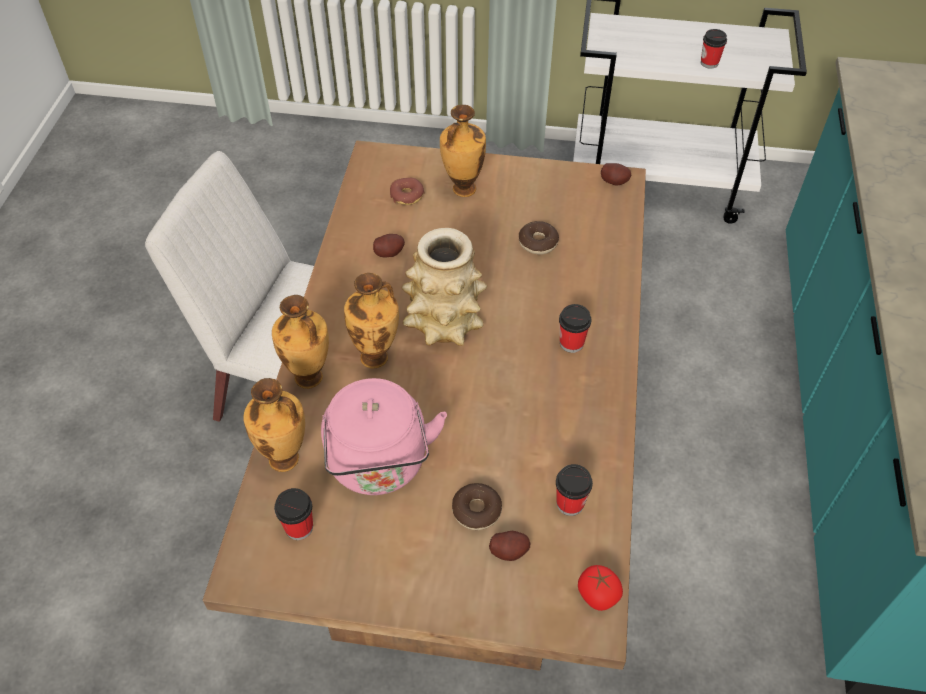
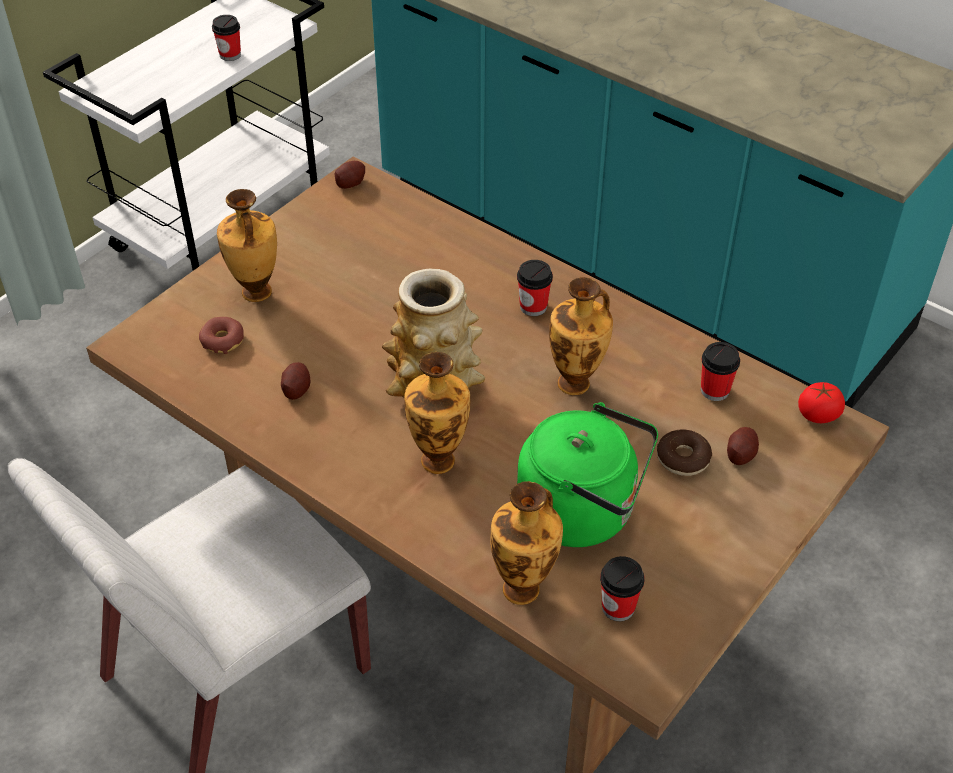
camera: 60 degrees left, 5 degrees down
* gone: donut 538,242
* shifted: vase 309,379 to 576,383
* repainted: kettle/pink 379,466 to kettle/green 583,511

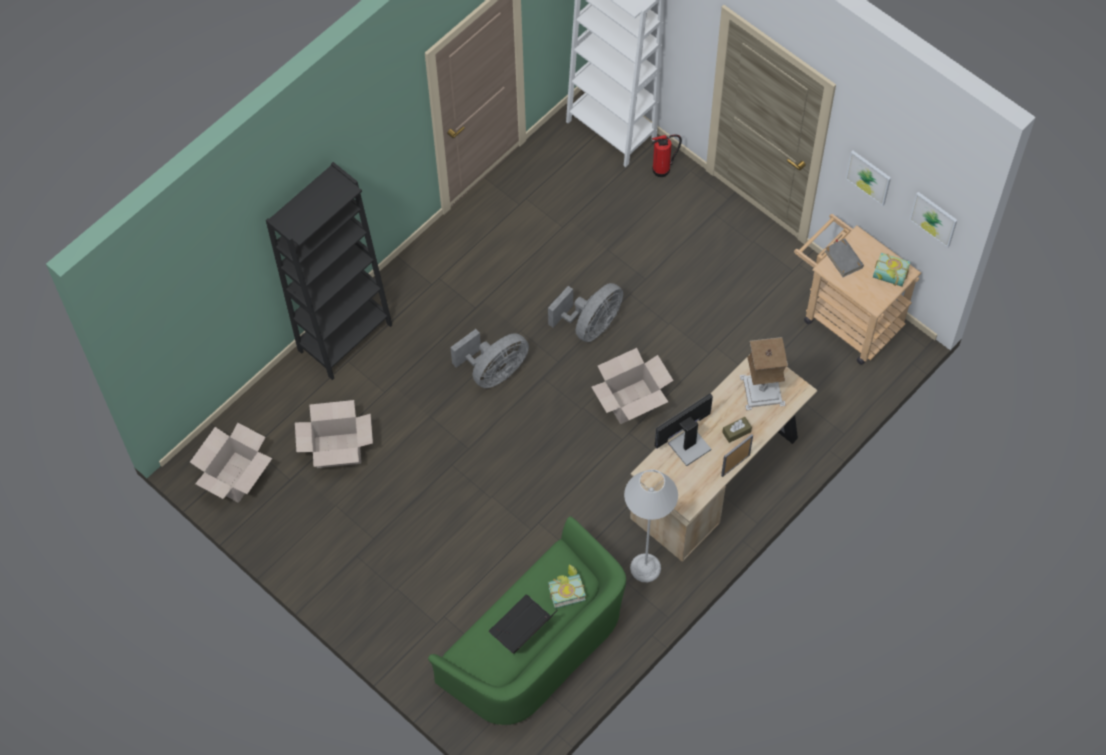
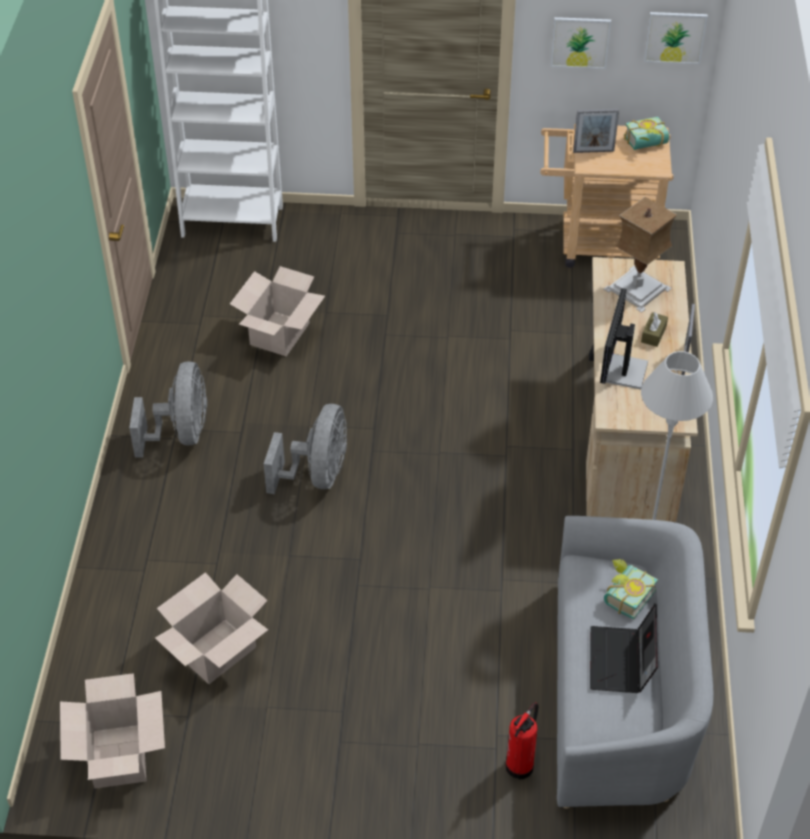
camera: 40 degrees left, 15 degrees down
* gone: bookcase/black 345,337
* shifted: fan/grey 590,325 to 181,434
* shifted: cardboard box 631,401 to 279,333
* shifted: fire extinguisher 663,169 to 521,764
* swapped: book/grey 843,259 to picture frame 593,151
* repainted: sofa/green 536,645 to sofa/grey 621,694

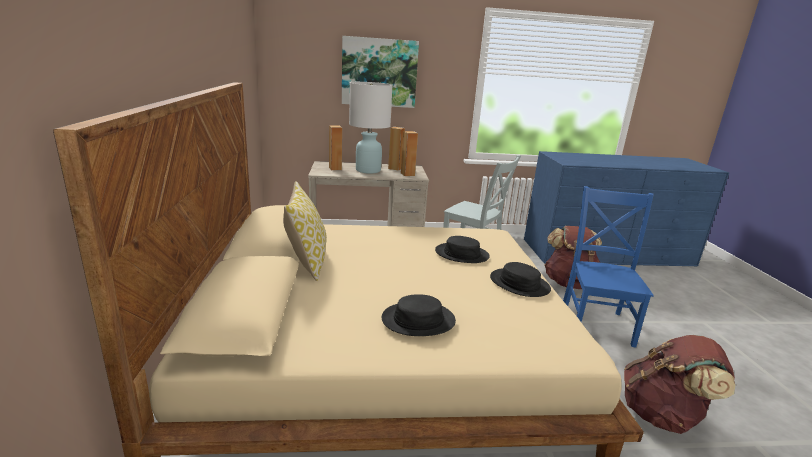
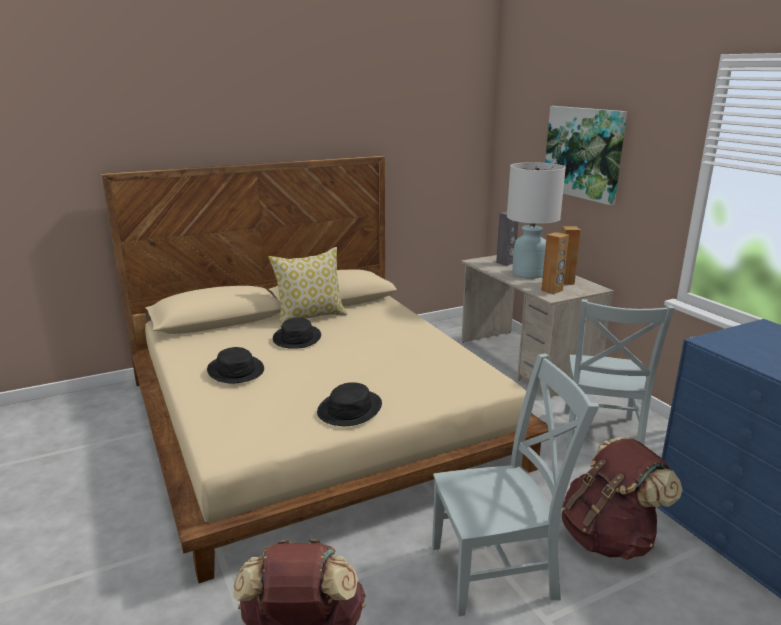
camera: 70 degrees right, 0 degrees up
* shifted: hat/black 461,254 to 297,338
* repainted: speaker/brown 335,168 to speaker/grey 506,263
* repainted: chair/blue 596,322 to chair/grey 499,571

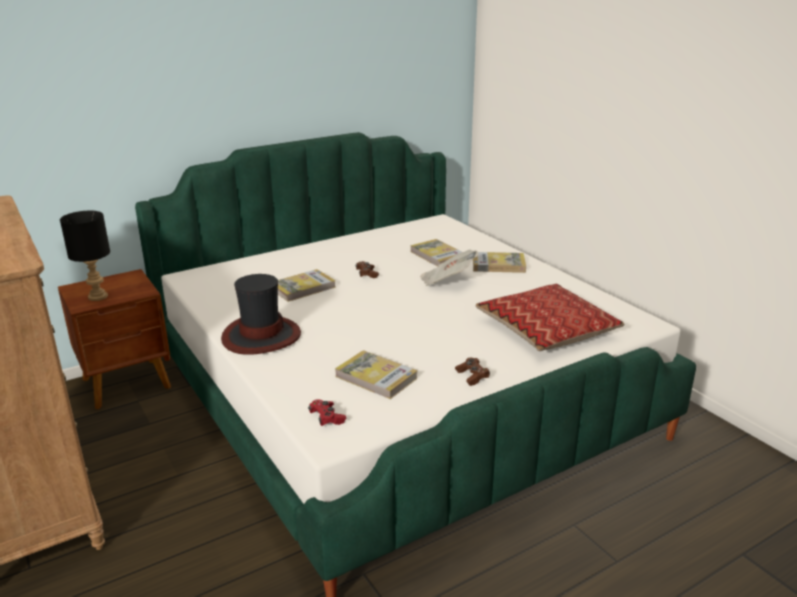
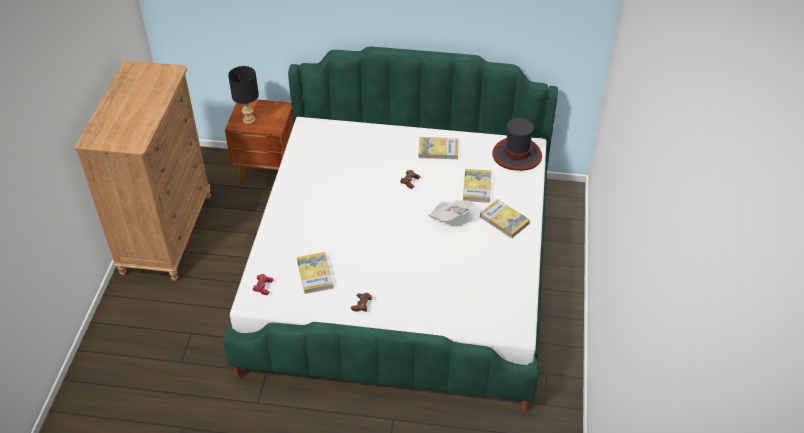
camera: 40 degrees right, 20 degrees up
* gone: pillow 546,328
* shifted: hat 261,336 to 516,155
* shifted: book 303,288 to 438,150

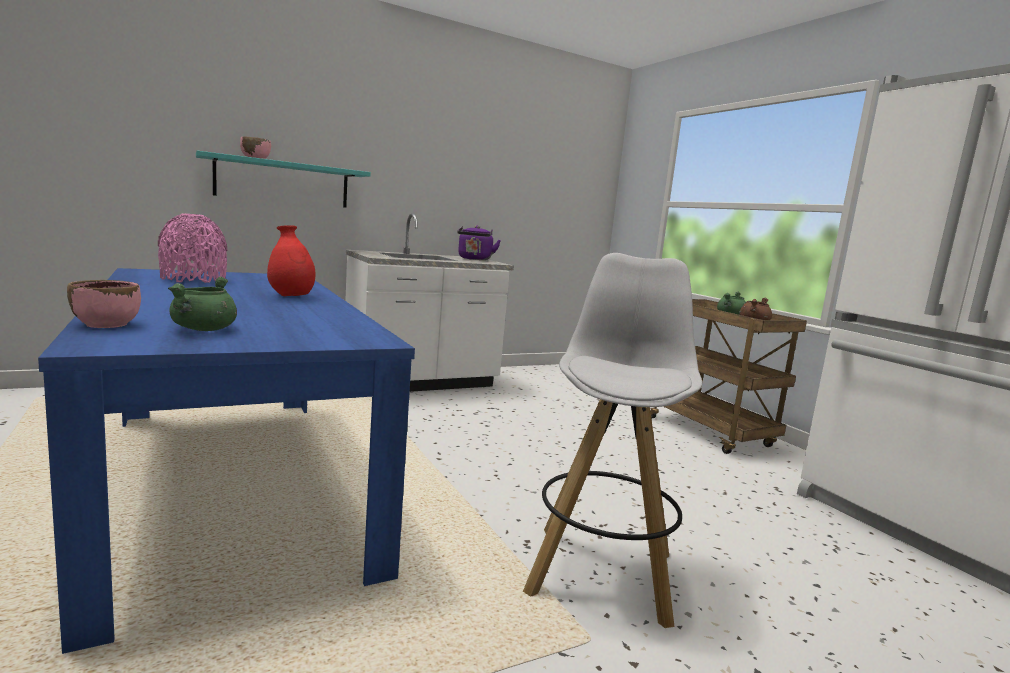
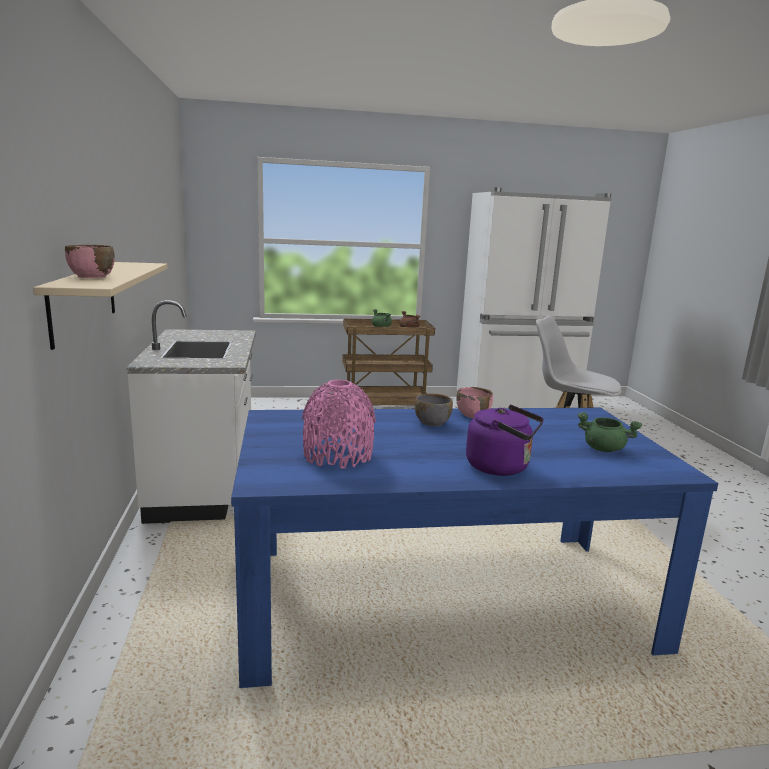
camera: 70 degrees left, 5 degrees up
* shifted: bowl/pink 107,324 to 473,414
* shifted: kettle/purple 474,259 to 501,467
* swapped: vase/red 291,297 to bowl/grey 432,422
* repainted: shelf/turquoise 283,182 to shelf/beige 84,300

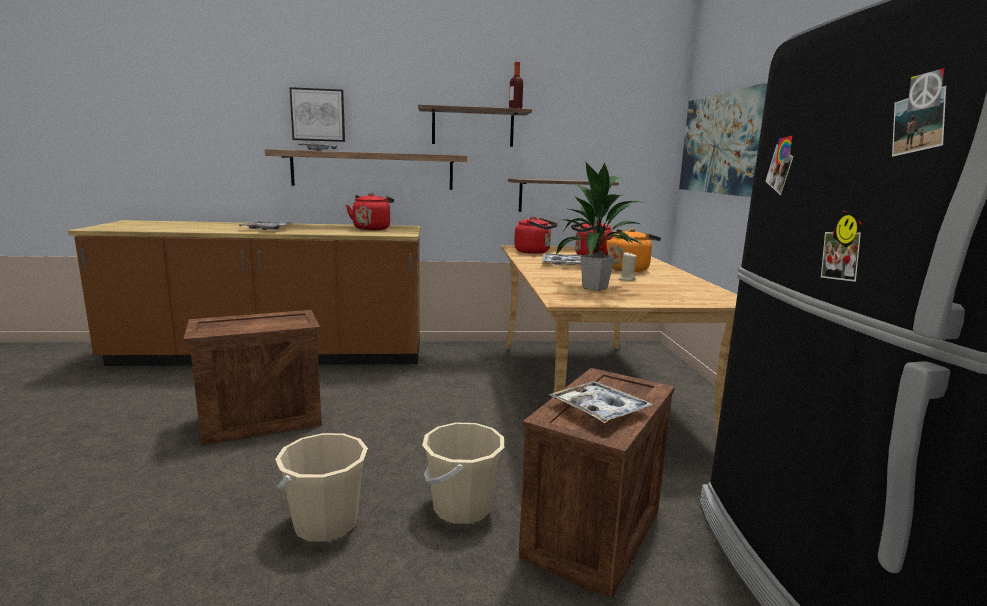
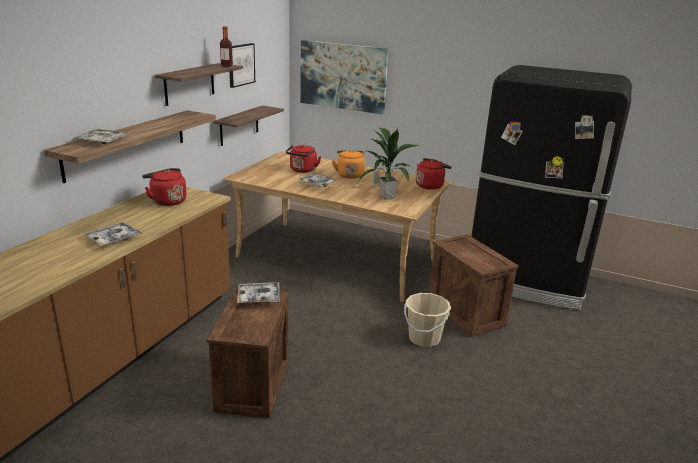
camera: 60 degrees left, 10 degrees up
* gone: bucket/beige 326,523
* shifted: picture 318,115 to 240,65
* shifted: kettle/red 534,252 to 430,186
* shifted: tray 599,410 to 259,297

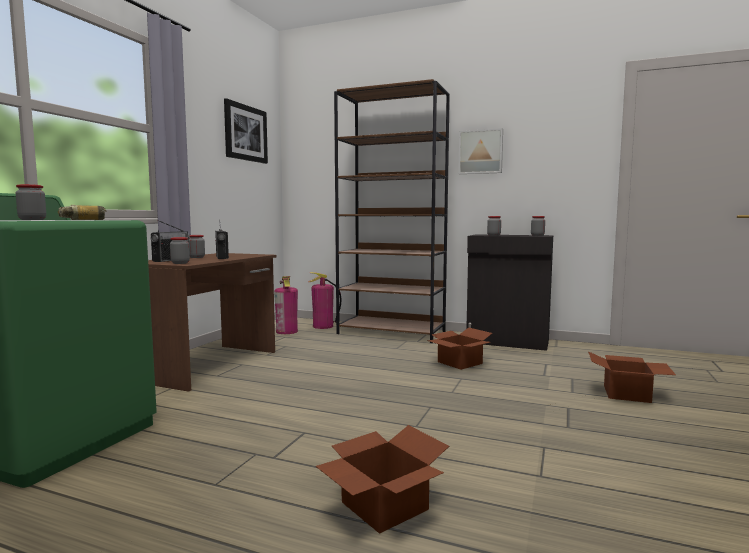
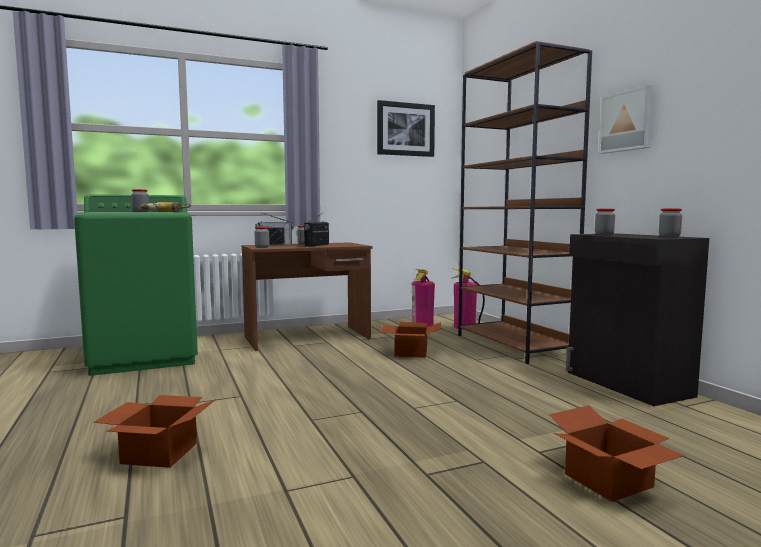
camera: 45 degrees right, 0 degrees up
* shifted: cardboard box 458,363 to 410,352

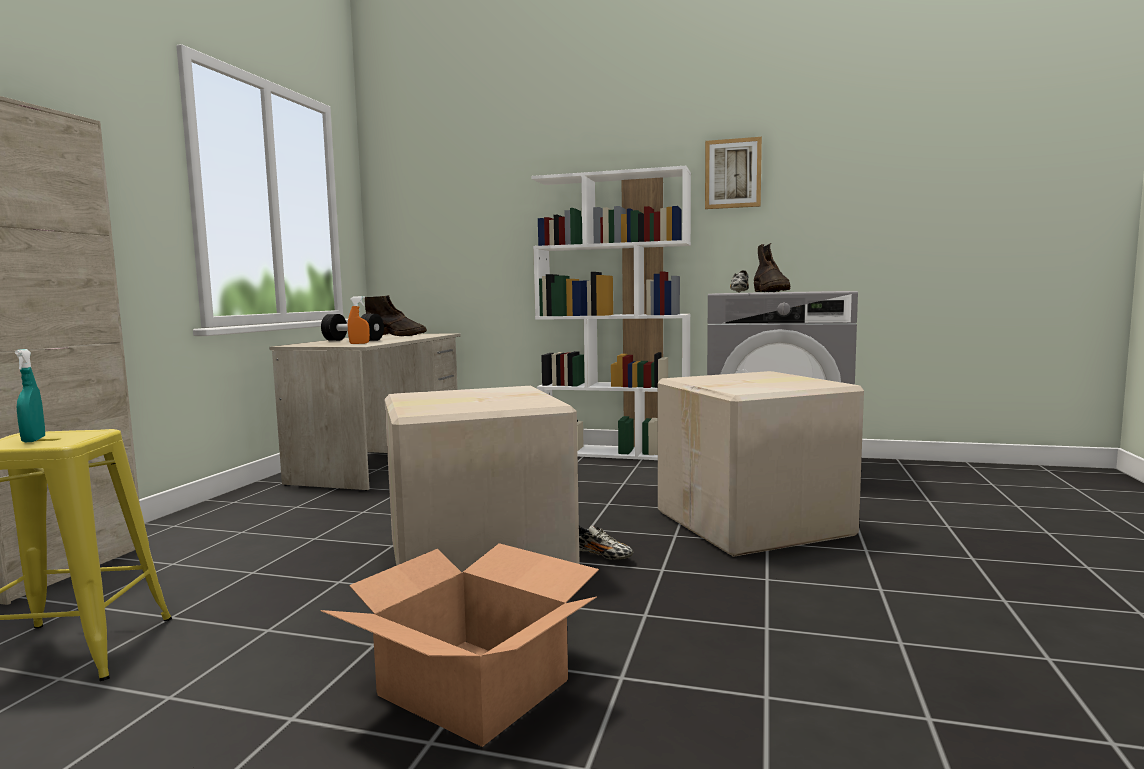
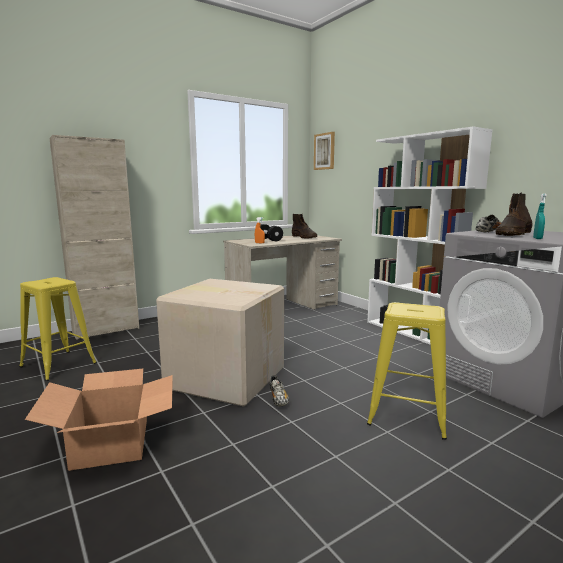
camera: 40 degrees right, 5 degrees up
* shifted: spray bottle/turquoise 33,440 to 537,238
* shifted: picture 733,174 to 324,151
* swapped: cardboard box 756,524 to stool/yellow 407,415

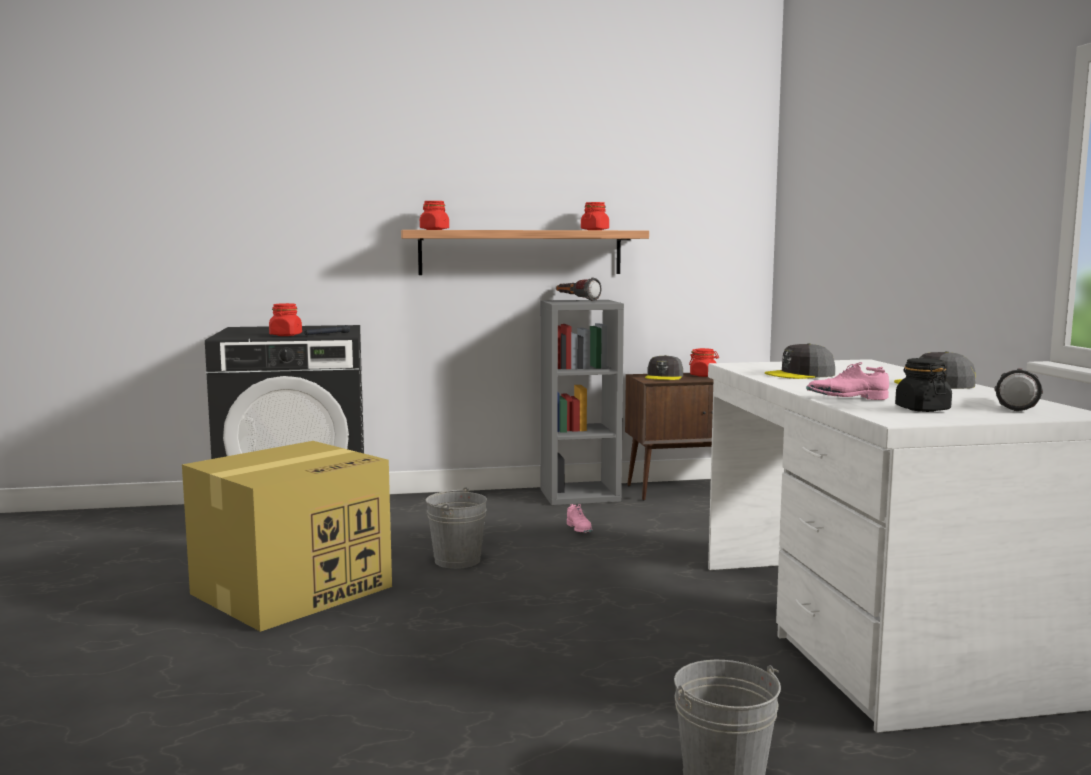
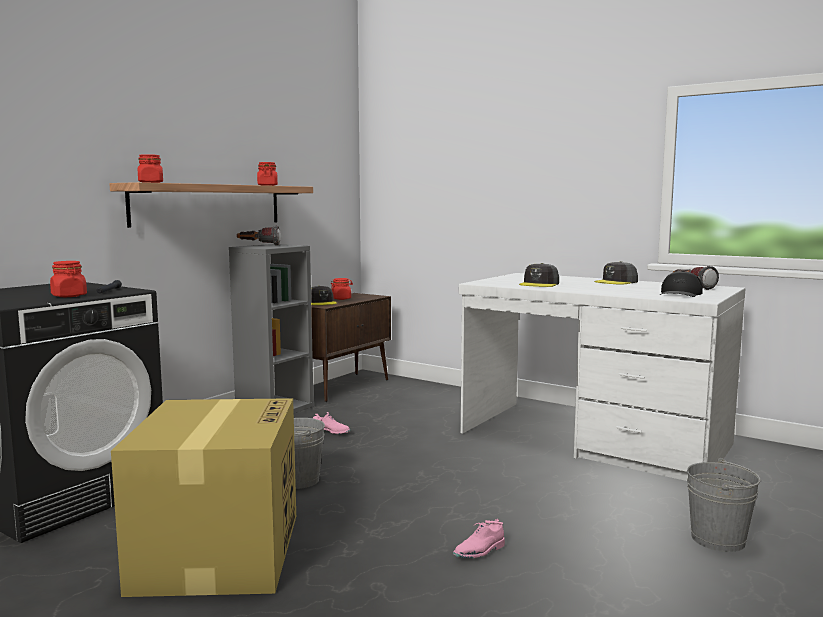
camera: 45 degrees left, 0 degrees up
* shifted: shoe/pink 847,398 to 479,552
* swapped: jar/black 922,409 to cap/black 680,294

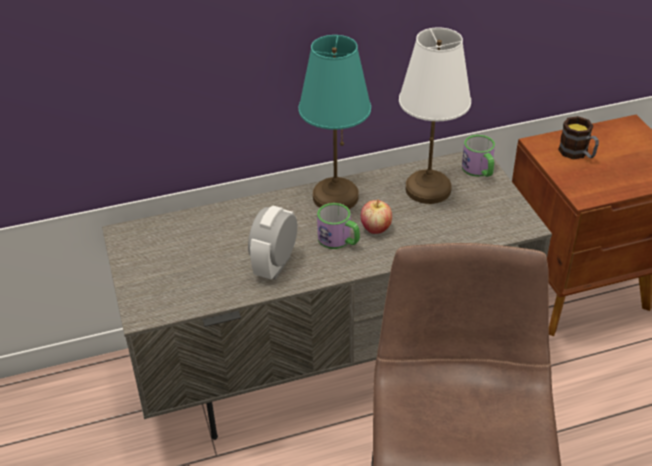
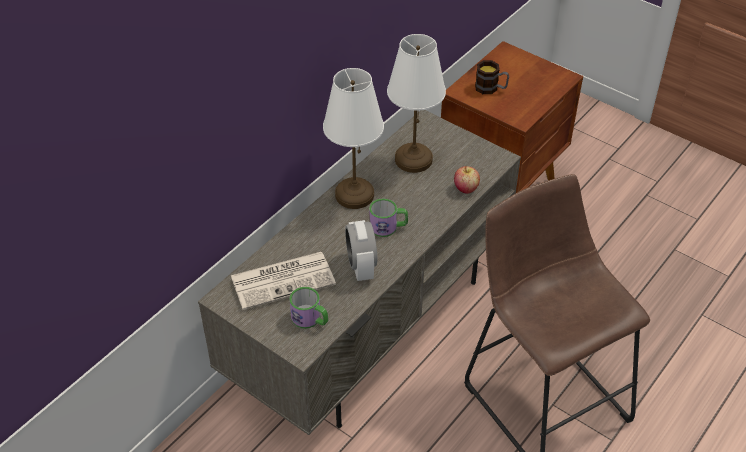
camera: 35 degrees left, 5 degrees up
* new: newspaper 284,279
* shifted: apple 376,228 to 466,188
* shifted: mug 479,170 to 310,319
* repainted: table lamp/turquoise 334,197 to table lamp/white 354,195

